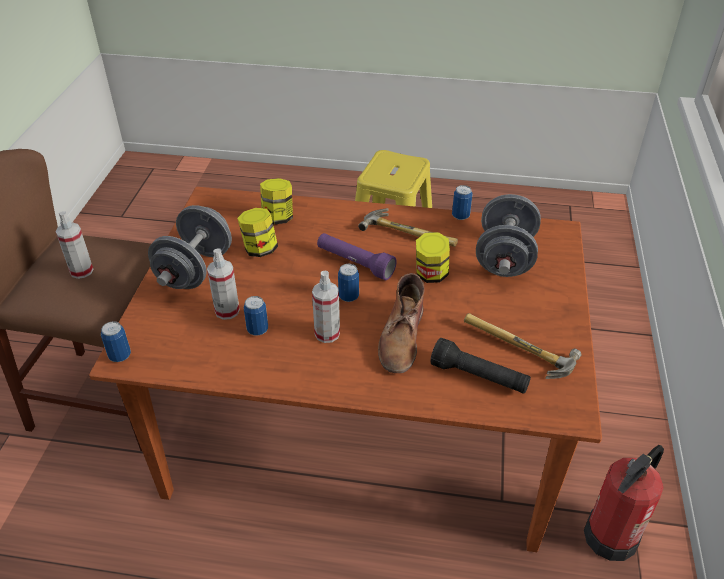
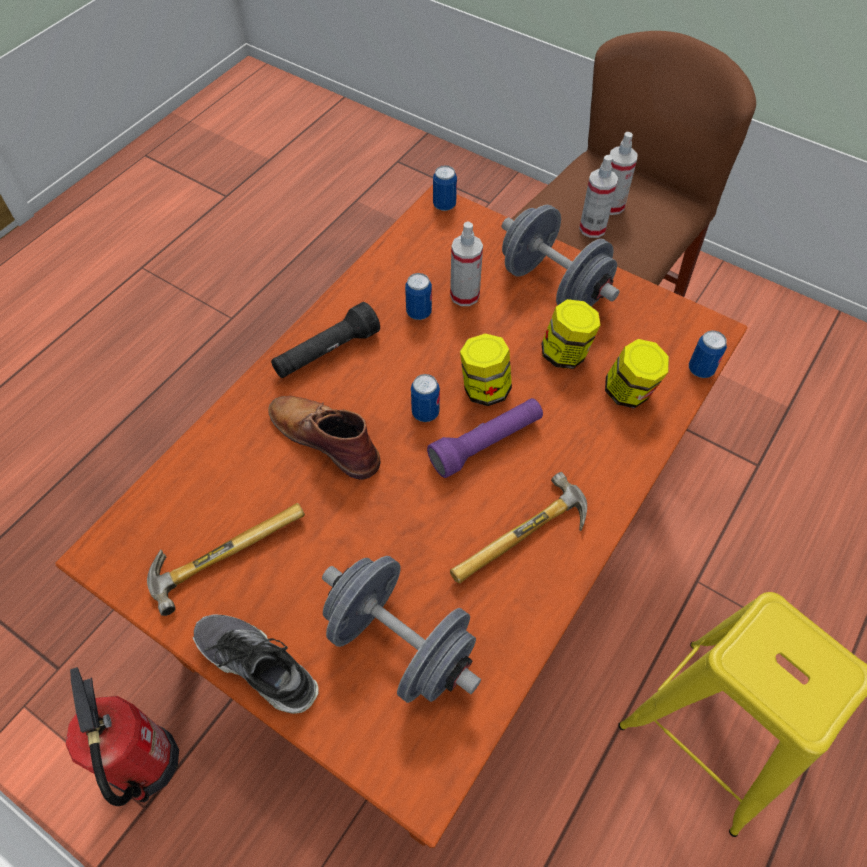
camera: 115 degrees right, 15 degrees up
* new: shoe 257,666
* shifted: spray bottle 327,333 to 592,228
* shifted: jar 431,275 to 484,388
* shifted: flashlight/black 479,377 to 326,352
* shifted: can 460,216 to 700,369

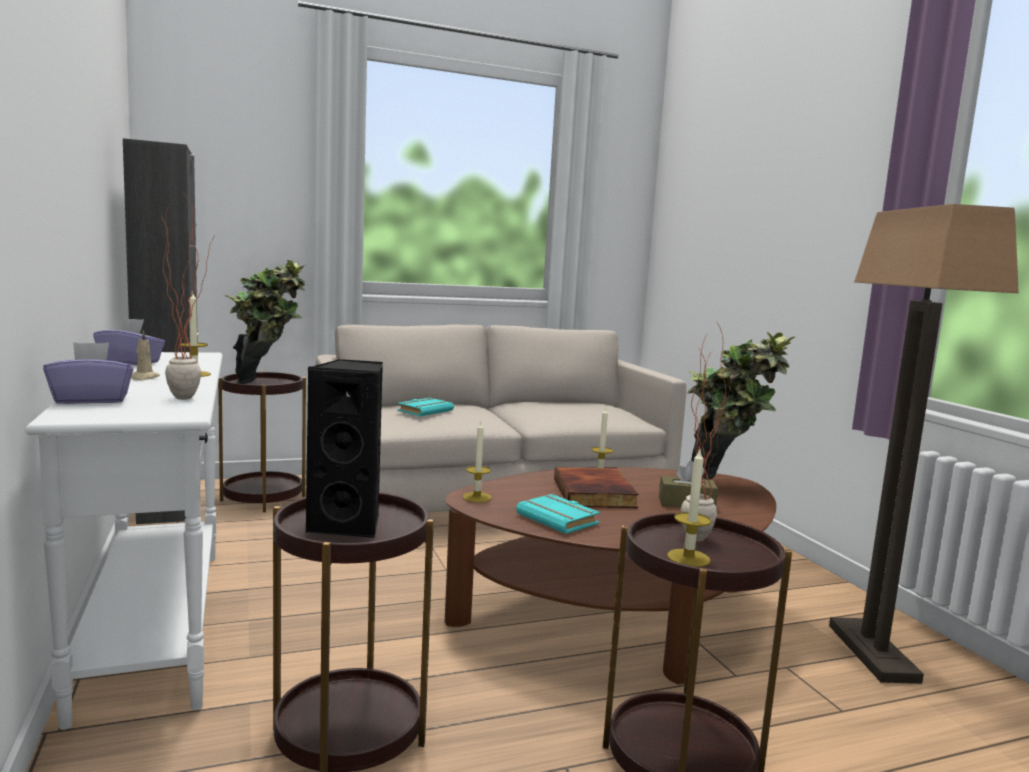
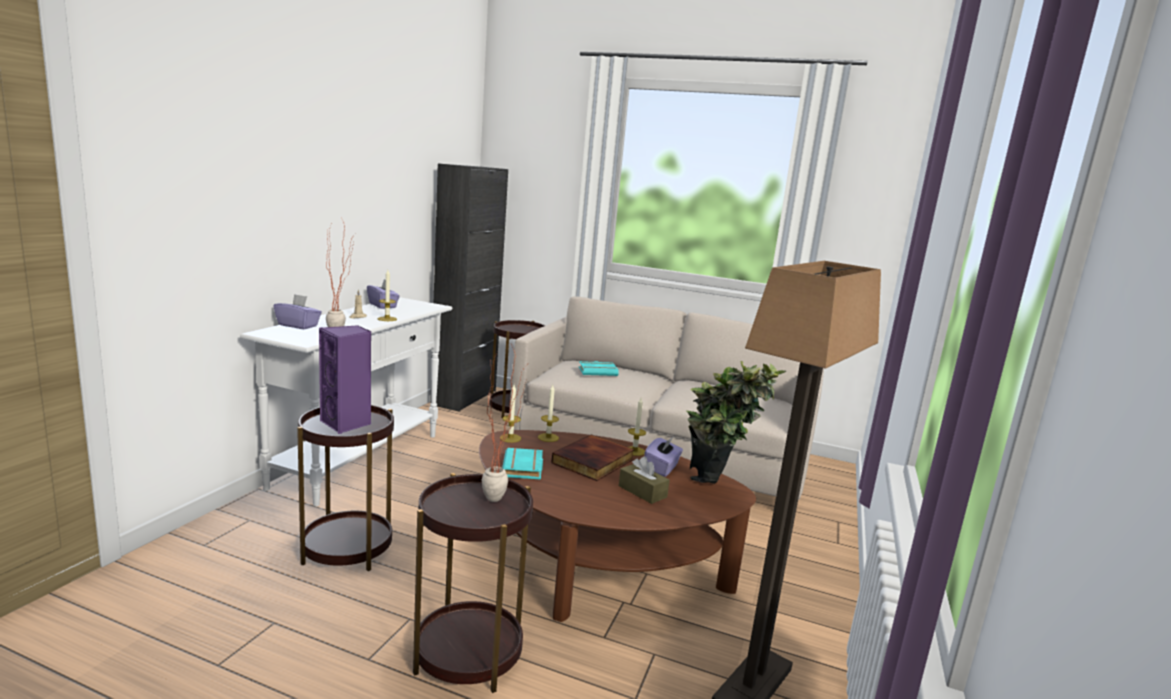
camera: 40 degrees right, 5 degrees up
* gone: potted plant 266,383
* new: tissue box/purple 662,468
* shifted: candle 688,558 to 548,437
* repainted: speaker/black 349,525 to speaker/purple 346,424

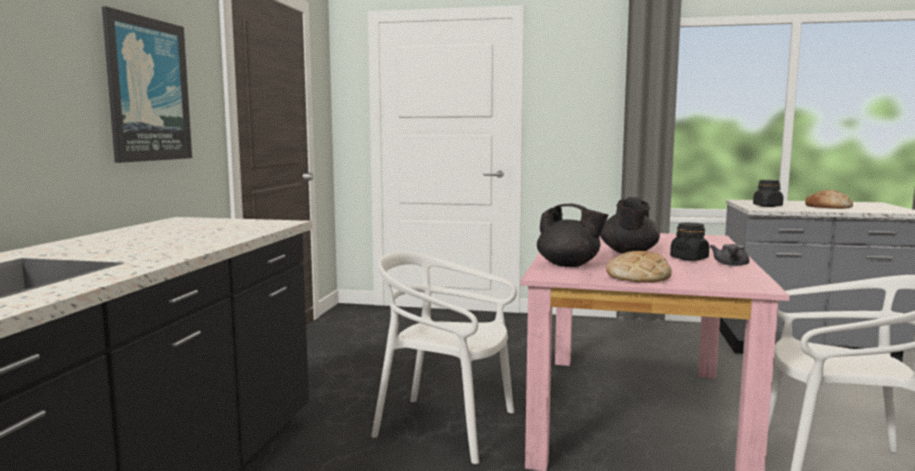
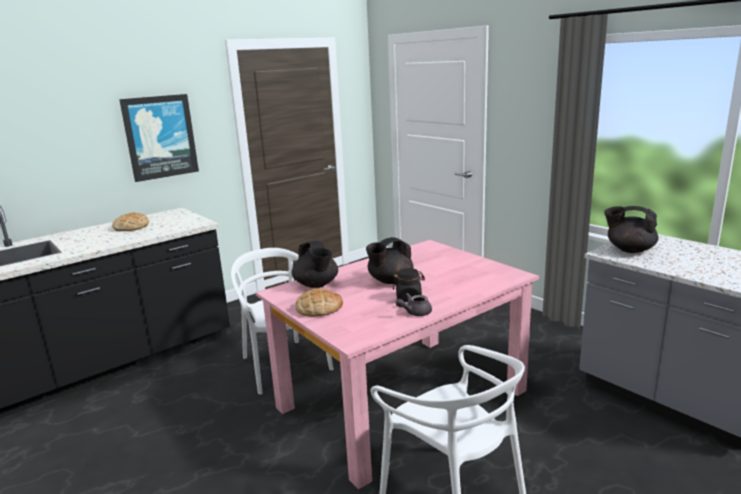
camera: 40 degrees right, 10 degrees up
* shifted: bread 828,207 to 131,227
* swapped: jar/black 767,206 to teapot/black 629,250

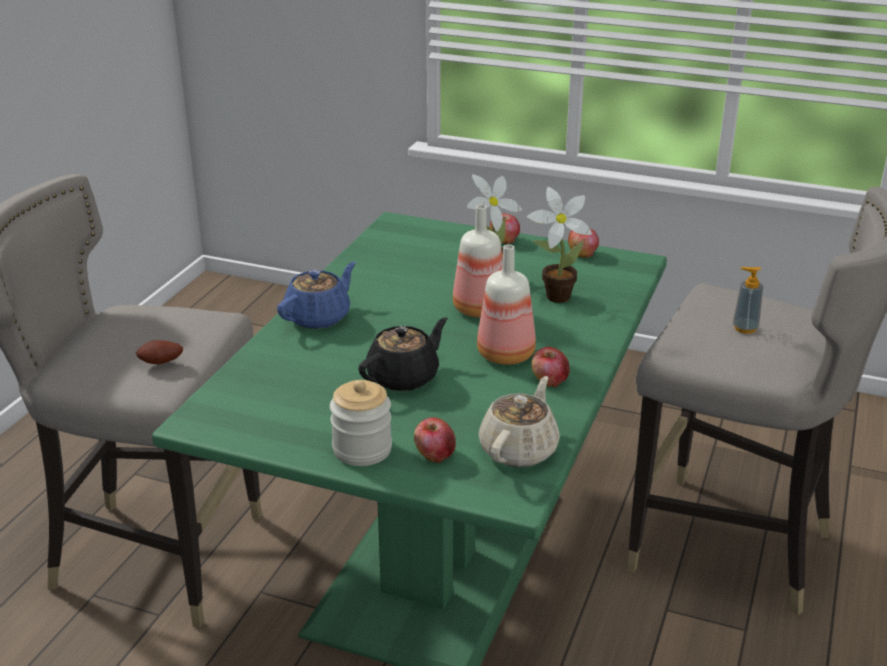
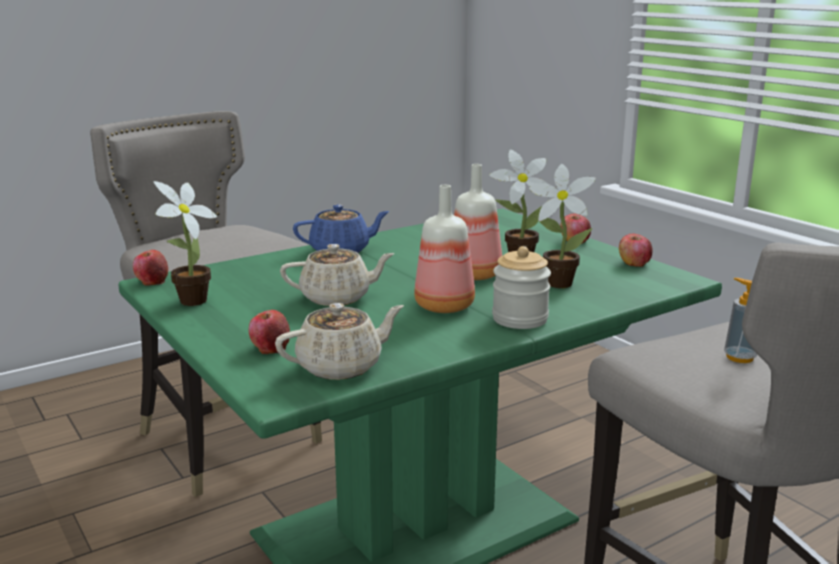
camera: 35 degrees right, 10 degrees down
* gone: potato 161,363
* new: potted plant 189,302
* shifted: jar 362,449 to 520,319
* shifted: apple 549,380 to 152,281
* repainted: teapot/black 404,377 to teapot/beige 337,297

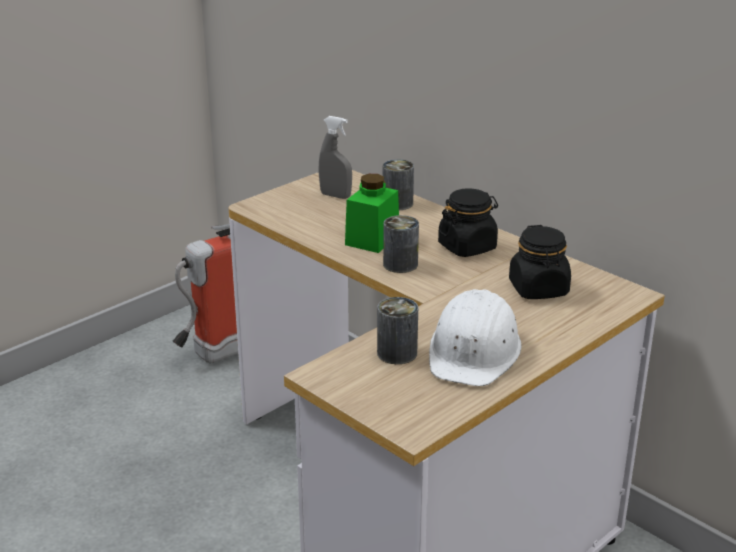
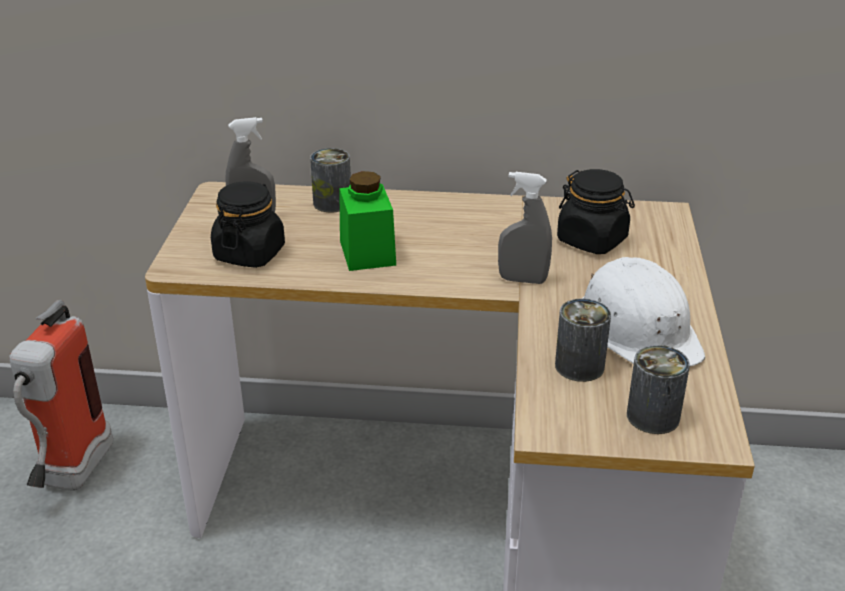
camera: 40 degrees left, 5 degrees up
* new: spray bottle/grey 522,280
* shifted: can 400,264 to 653,416
* shifted: jar/black 467,247 to 249,253

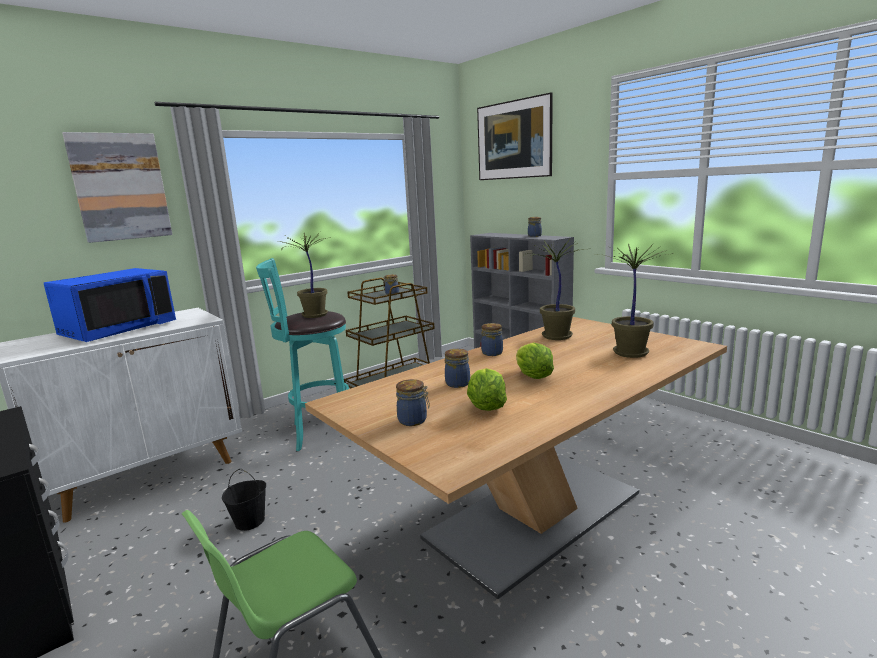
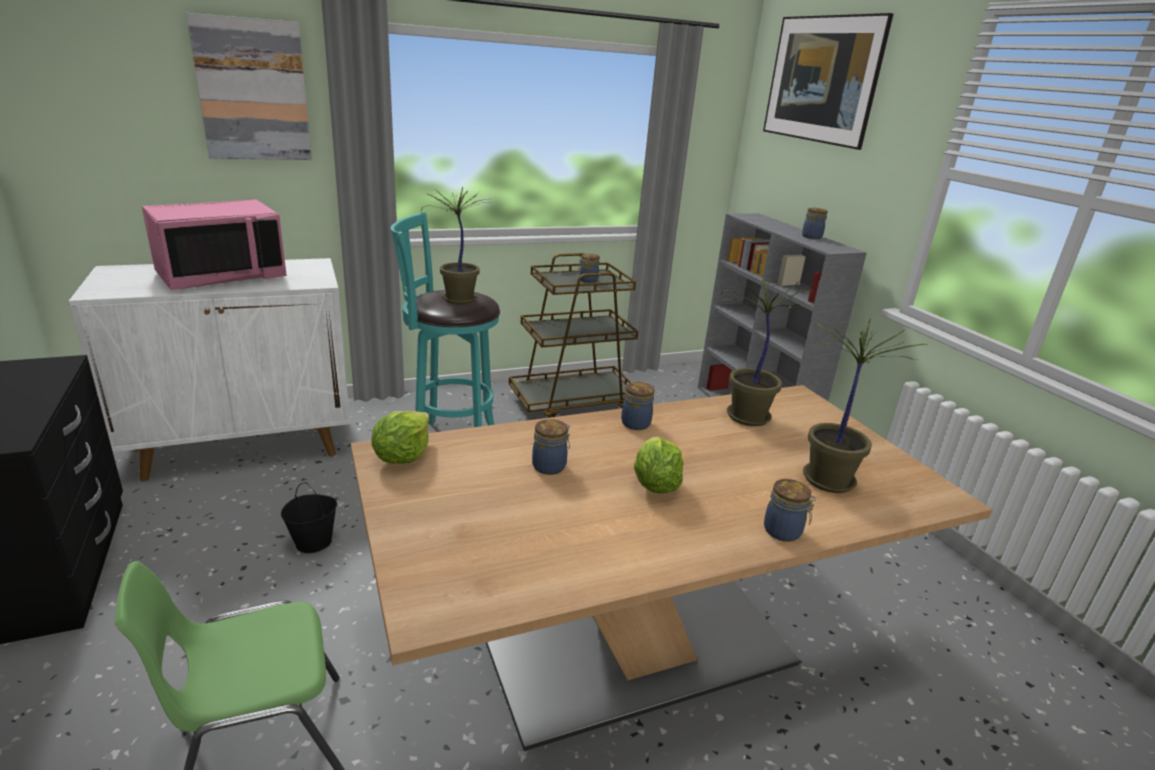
camera: 15 degrees right, 10 degrees up
* shifted: jar 414,420 to 784,532
* shifted: lettuce 486,407 to 403,456
* repainted: microwave/blue 118,329 to microwave/pink 221,275

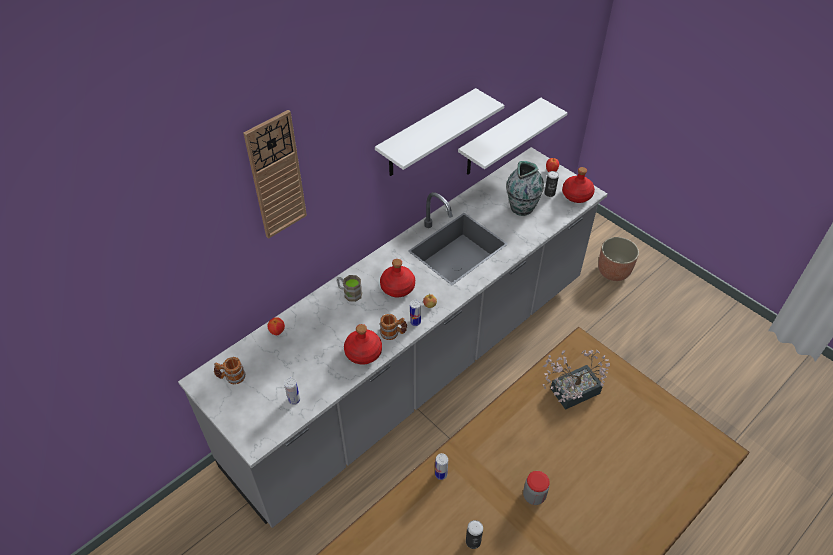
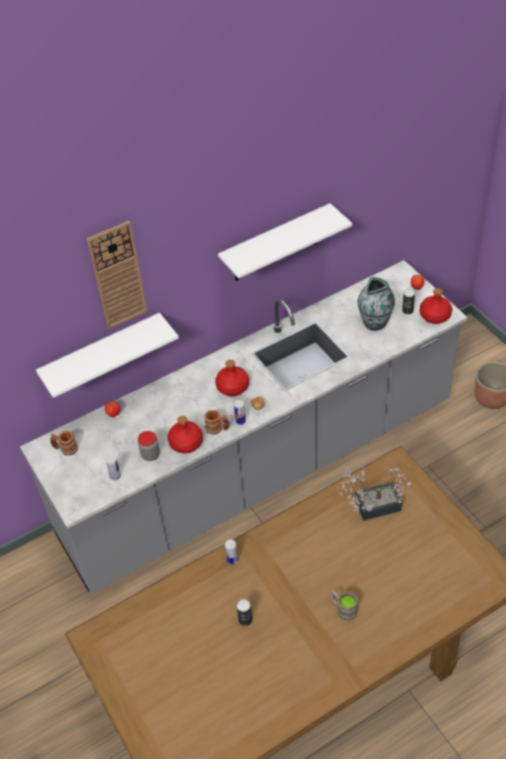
camera: 15 degrees right, 0 degrees up
* shifted: mug/brown 349,293 to 343,609
* shifted: shelf/white 499,138 to 102,355
* shifted: jar 534,495 to 150,455

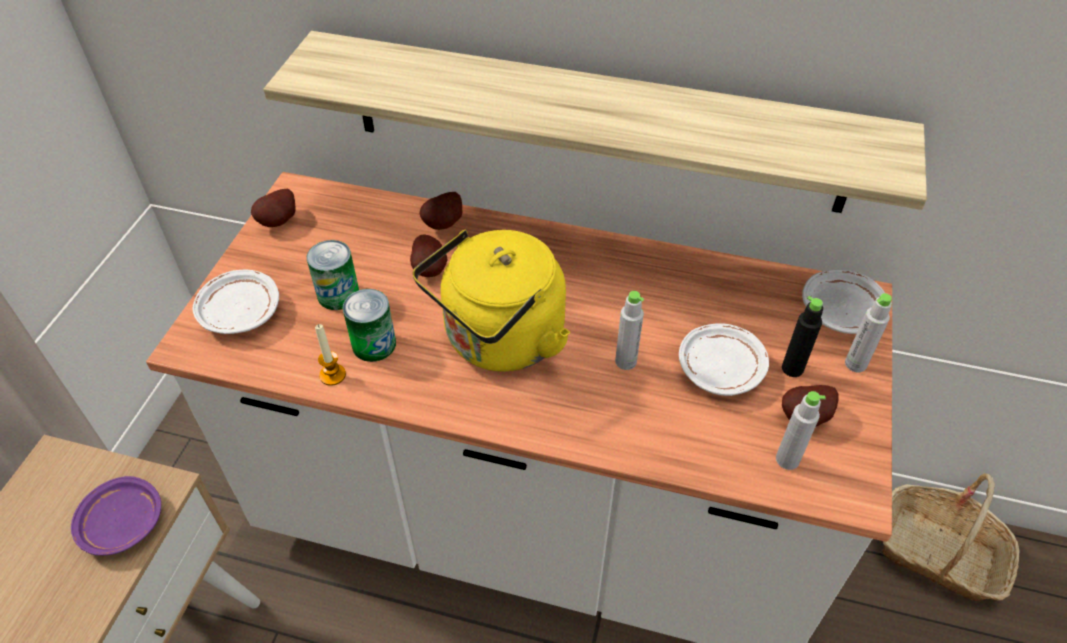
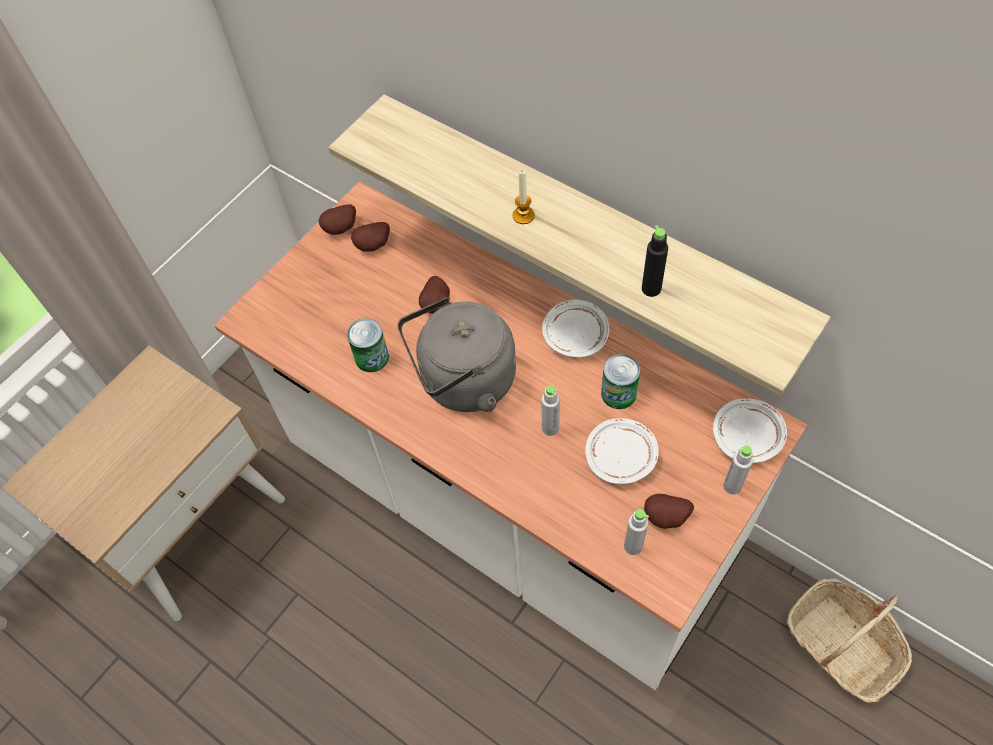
camera: 25 degrees right, 10 degrees up
* gone: plate/purple 123,524
* shifted: plate/white 240,312 to 575,335
* shifted: can 338,294 to 618,393
* shifted: candle 332,375 to 523,215
* shifted: potato 445,224 to 374,246
* shifted: bottle/black 792,368 to 651,289
* repainted: kettle/yellow 499,341 to kettle/grey 463,382

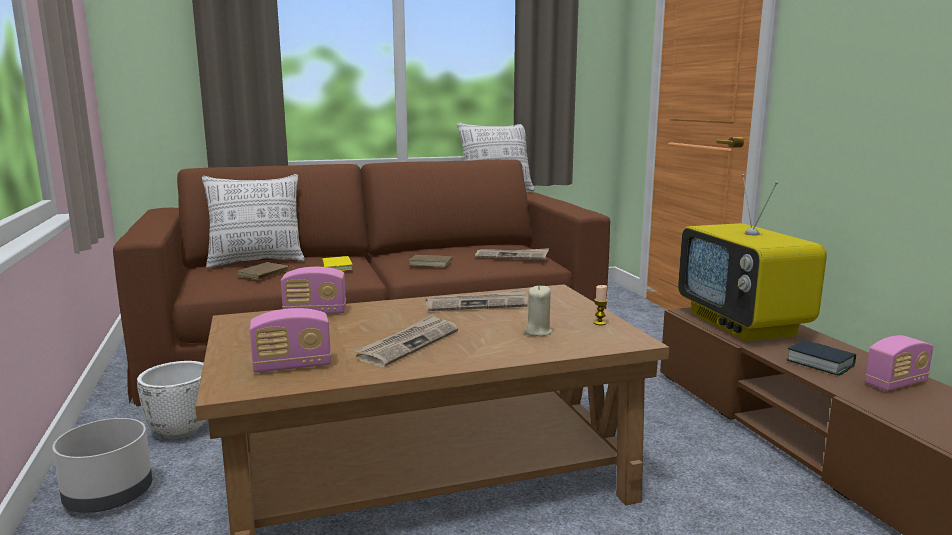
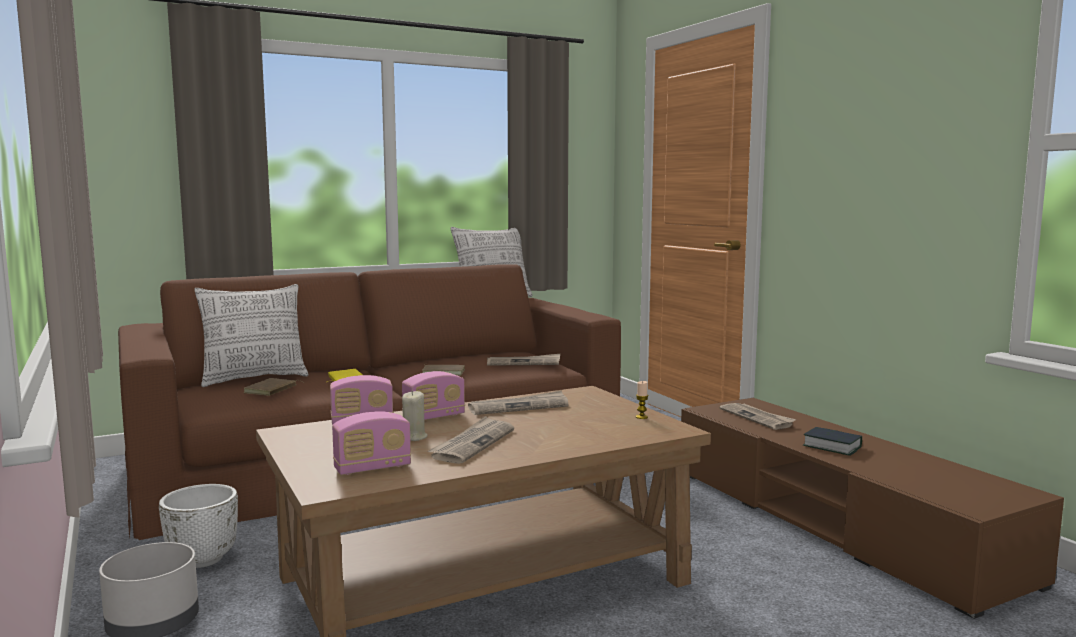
camera: 10 degrees left, 5 degrees down
* shifted: candle/beige 537,332 to 413,437
* shifted: radio 895,384 to 434,417
* swapped: television 743,325 to newspaper 757,418

